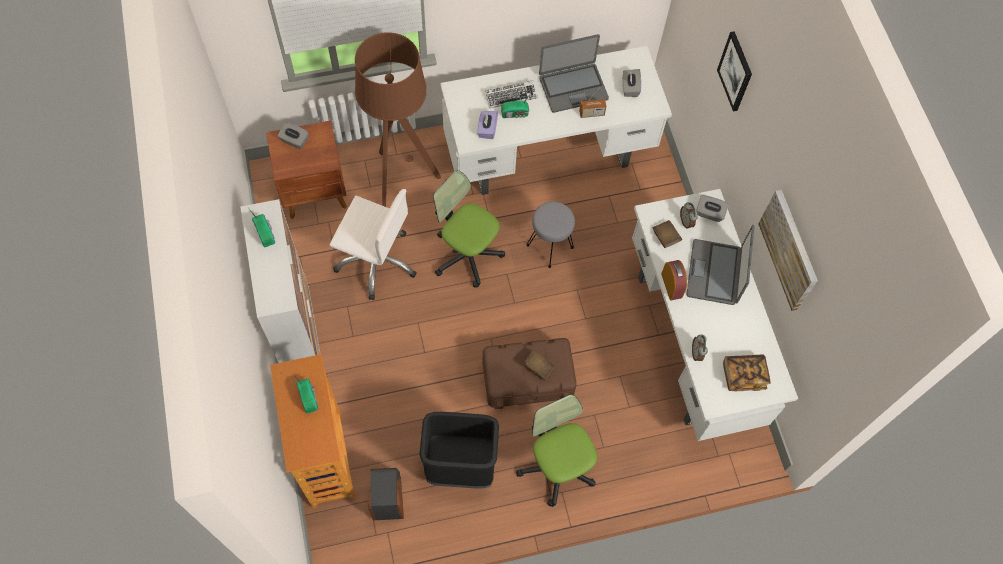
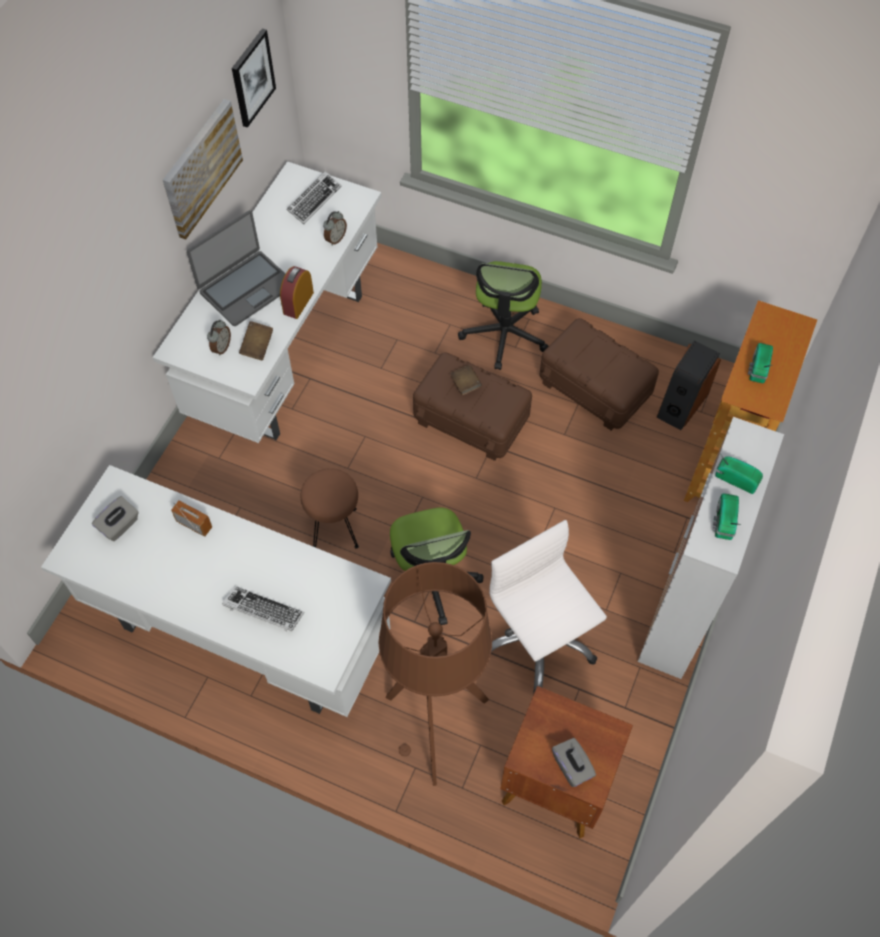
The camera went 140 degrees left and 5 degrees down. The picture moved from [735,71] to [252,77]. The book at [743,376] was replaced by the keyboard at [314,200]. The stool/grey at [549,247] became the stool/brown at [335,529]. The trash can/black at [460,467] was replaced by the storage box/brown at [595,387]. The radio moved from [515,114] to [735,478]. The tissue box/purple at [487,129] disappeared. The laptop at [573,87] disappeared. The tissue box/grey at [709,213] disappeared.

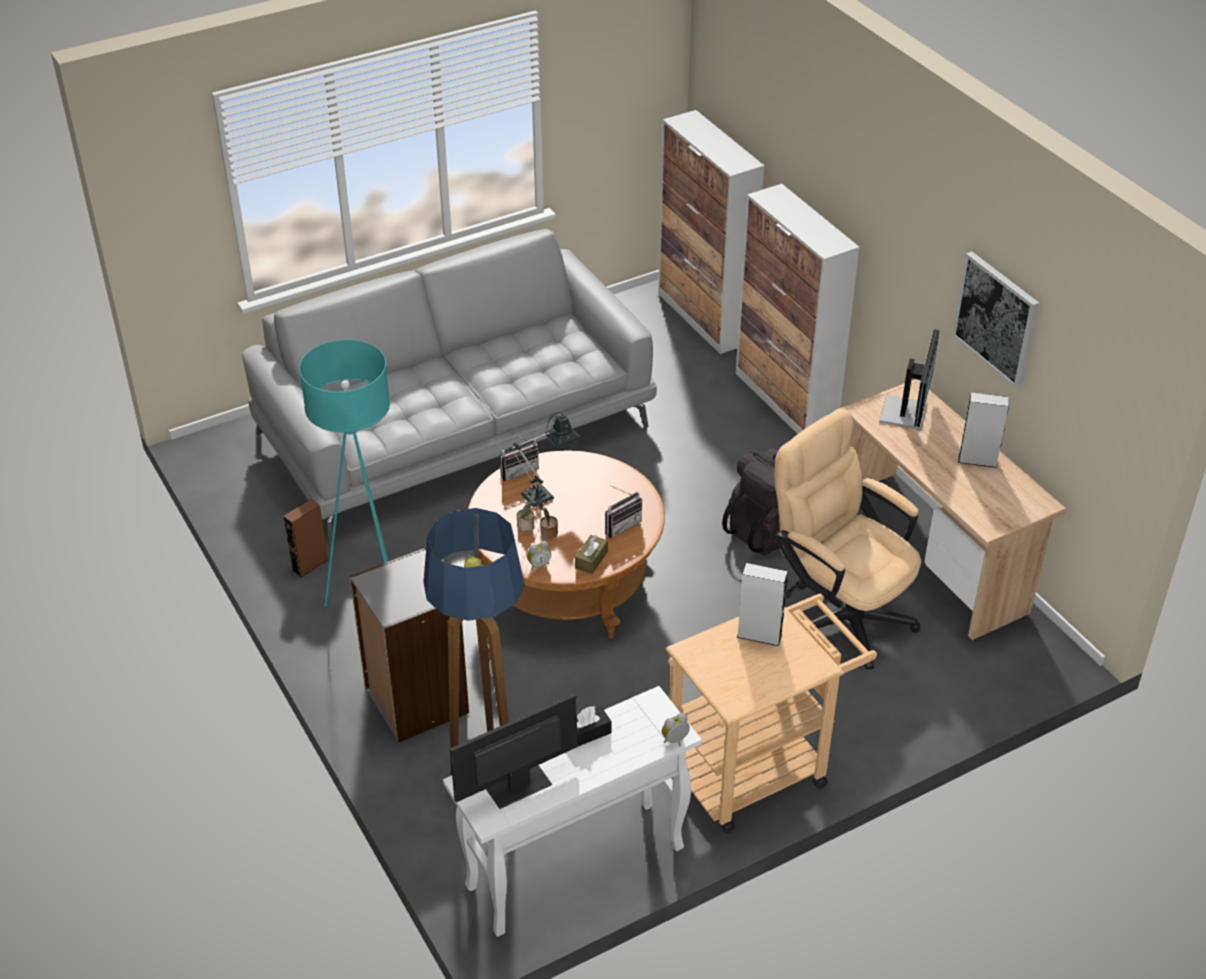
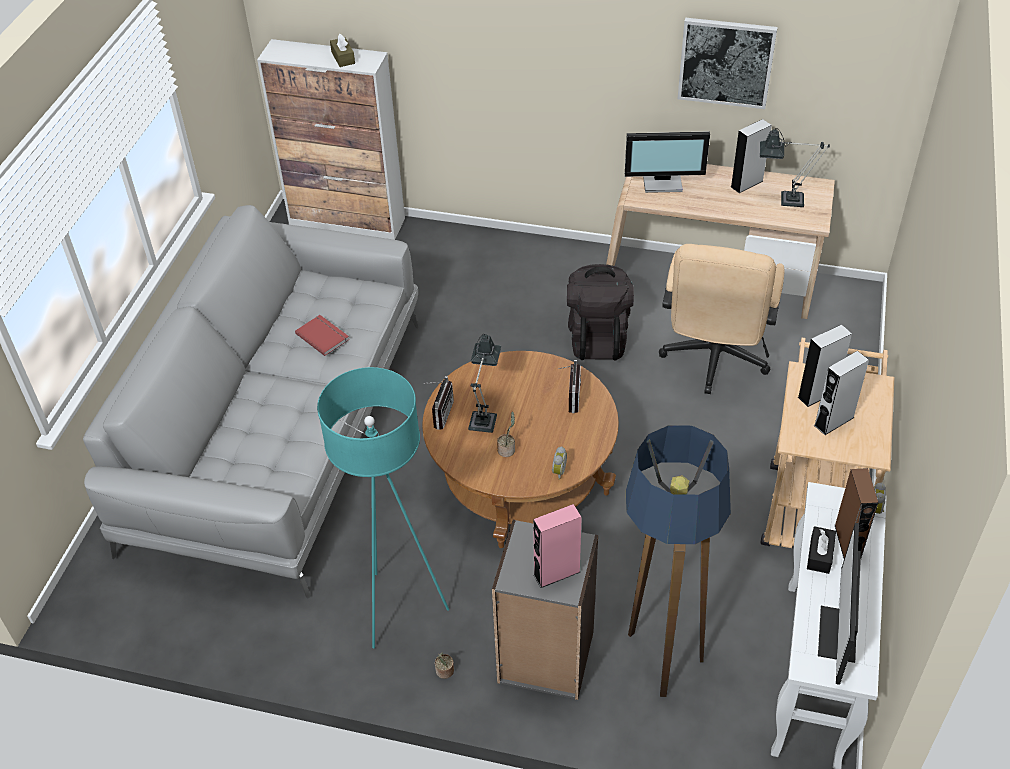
The camera went 45 degrees left and 5 degrees up. The book/red at [323,336] appeared. The tissue box/brown moved from [591,560] to [343,58]. The potted plant moved from [548,533] to [444,672]. The speaker/pink at [556,573] appeared. The monitor at [906,413] turned 120 degrees clockwise. The office chair/beige at [839,612] turned 75 degrees counterclockwise. The table lamp at [785,200] appeared. The speaker/grey at [834,421] appeared. The speaker/brown moved from [310,565] to [847,541]. The cabinet at [786,401] disappeared.

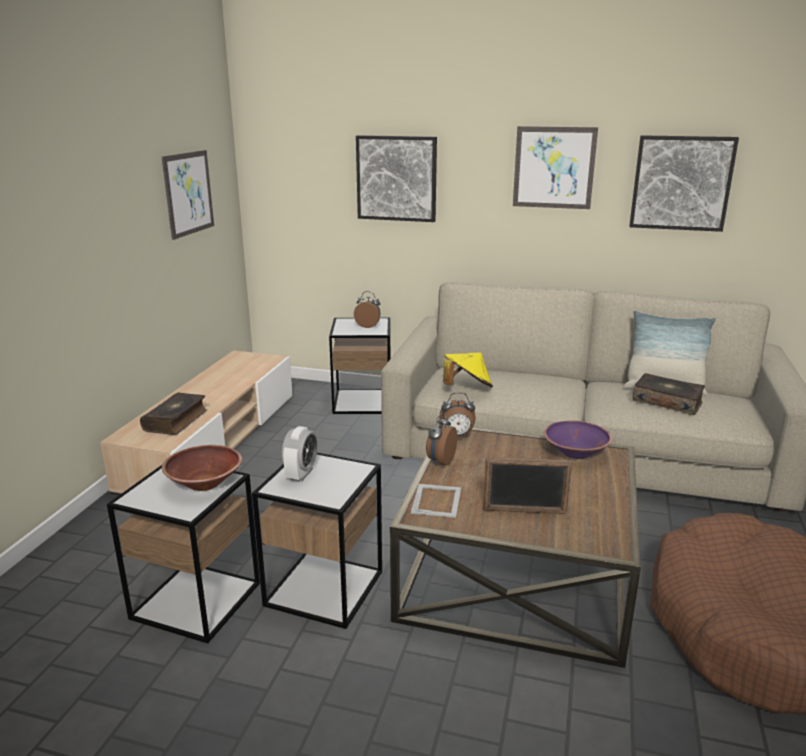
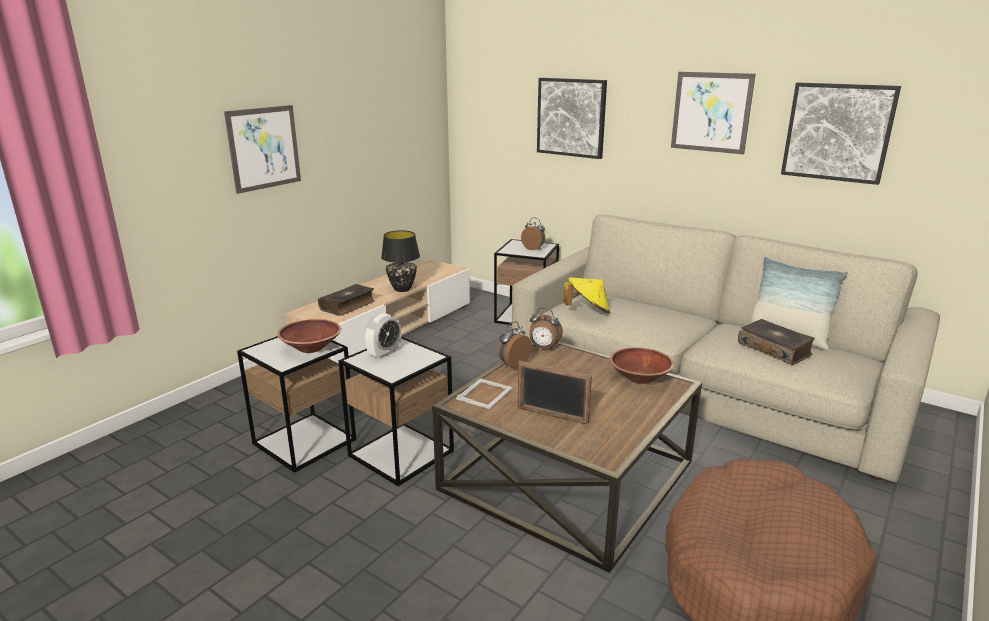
The camera went 20 degrees right and 0 degrees up. The picture moved from [188,193] to [264,148]. The table lamp/black at [402,289] appeared. The bowl/purple at [576,453] became the bowl/brown at [640,378].

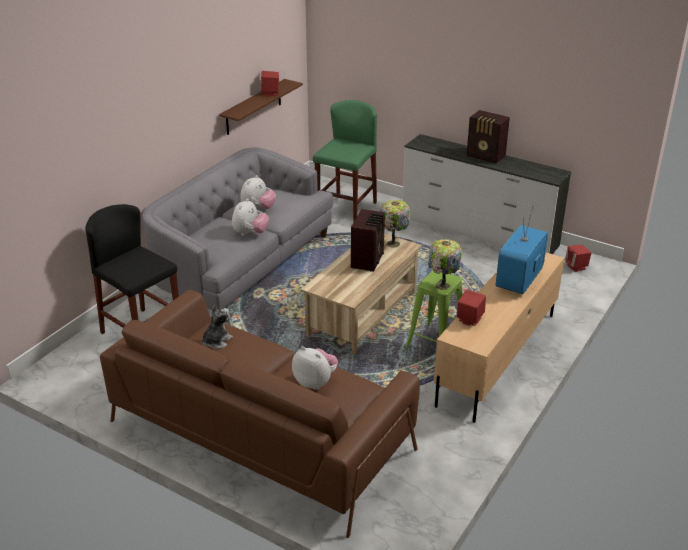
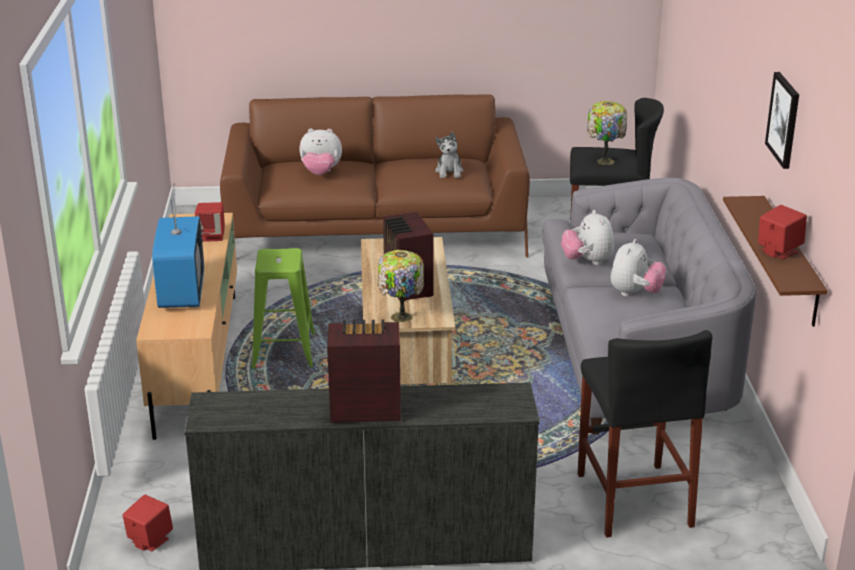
The camera went 145 degrees right and 5 degrees down. The stool/green at [346,209] became the stool/black at [633,499]. The table lamp moved from [442,286] to [604,160]. The plush toy at [258,209] turned 150 degrees counterclockwise. The picture at [784,119] appeared.

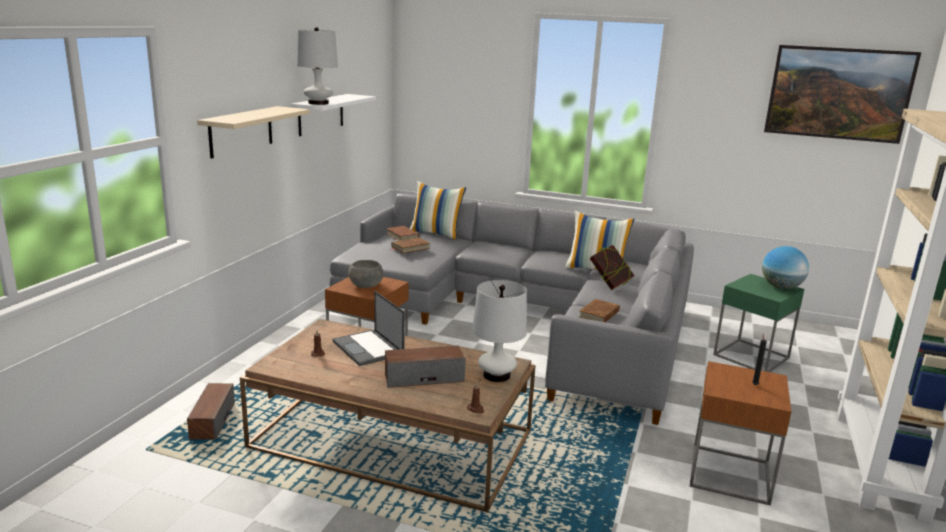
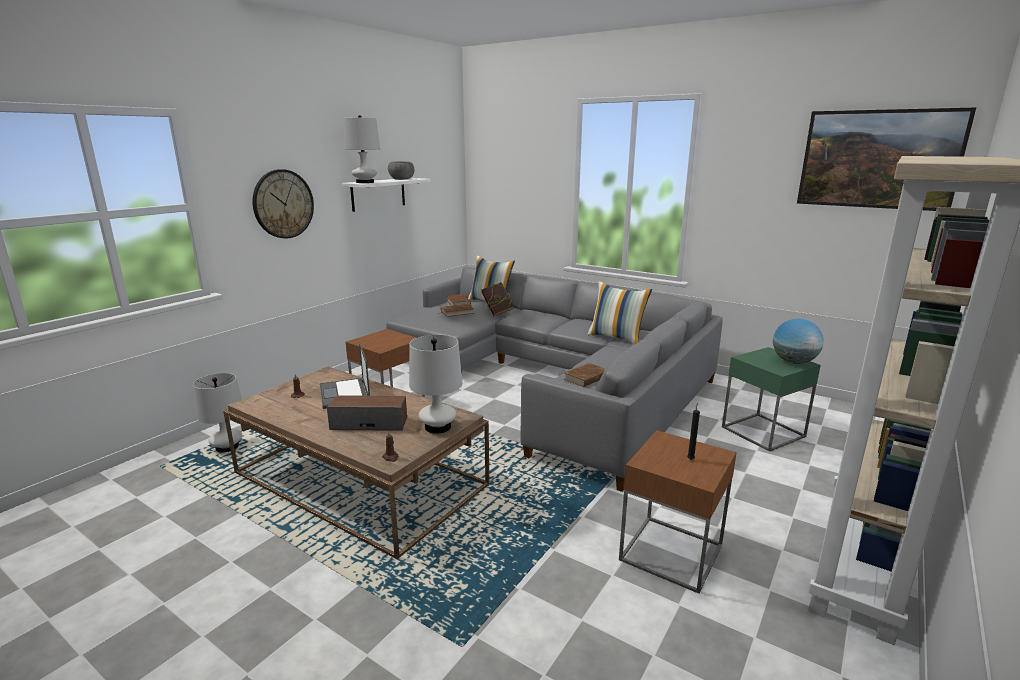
The camera went 15 degrees right and 0 degrees up. The speaker at [212,421] was replaced by the table lamp/white at [227,447]. The shelf/beige at [241,131] was replaced by the wall clock at [283,204]. The bowl/grey moved from [366,285] to [401,179]. The book moved from [610,285] to [497,313].

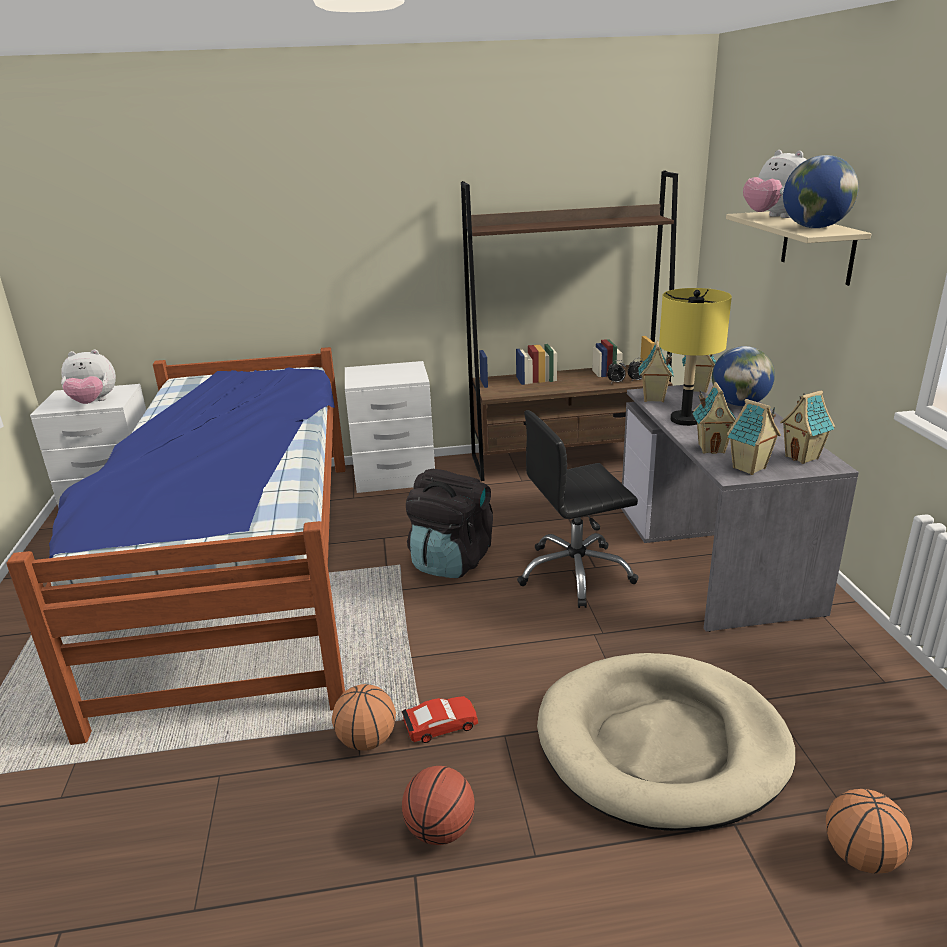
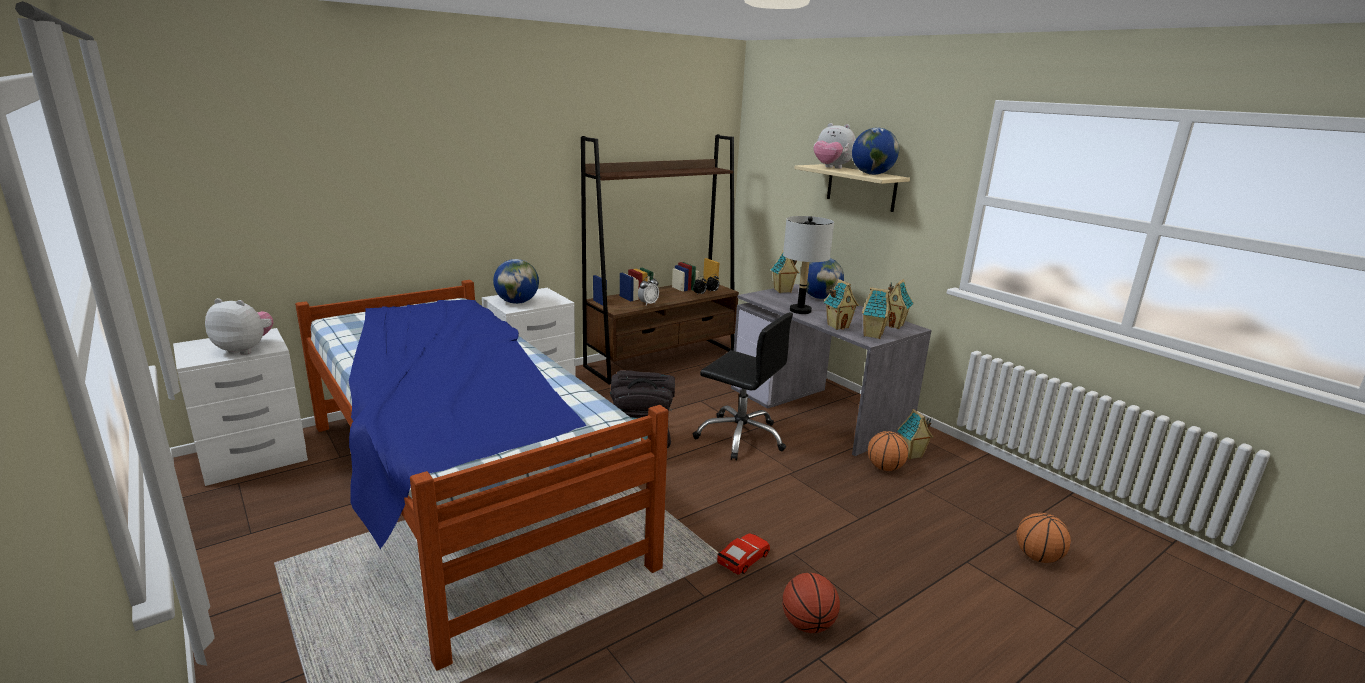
The camera went 30 degrees left and 5 degrees down. The plush toy at [93,402] turned 135 degrees counterclockwise. The globe at [517,302] appeared. The alarm clock at [648,303] appeared. The office chair/black at [575,573] turned 105 degrees counterclockwise. The table lamp/yellow at [685,420] became the table lamp/grey at [800,310]. The basketball moved from [367,740] to [884,468]. The toy house moved from [653,399] to [911,455]. The dog bed/beige at [661,744] disappeared.

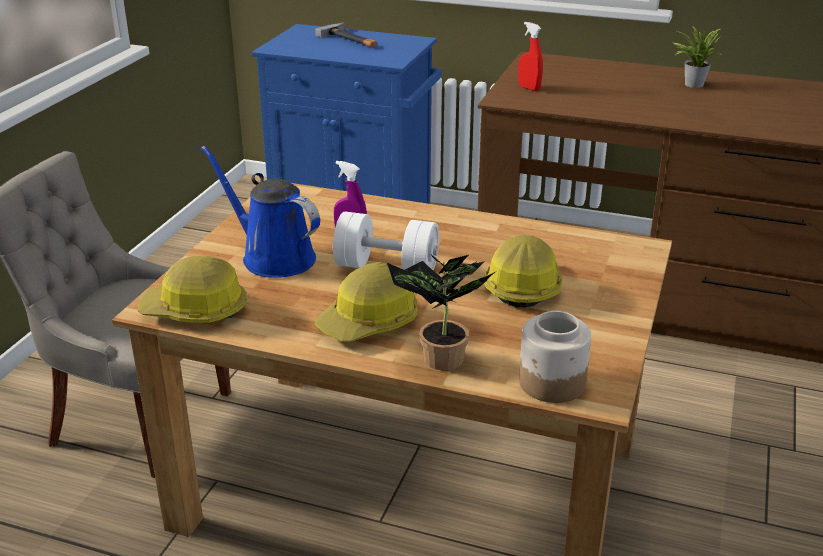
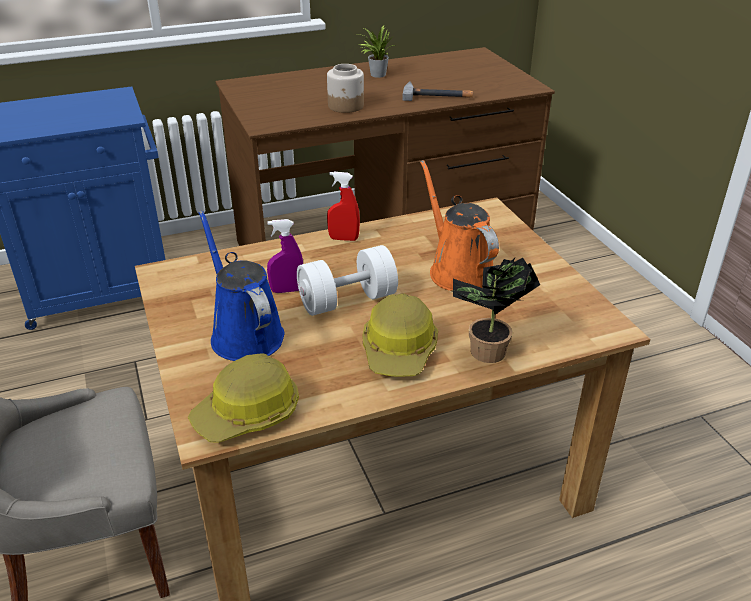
The camera went 40 degrees left and 5 degrees up. The watering can/blue at [273,257] turned 60 degrees clockwise. The jar moved from [552,383] to [346,106]. The spray bottle/red moved from [529,88] to [343,239]. The hammer moved from [351,39] to [437,95]. The hard hat at [522,285] was replaced by the watering can/orange at [457,271].

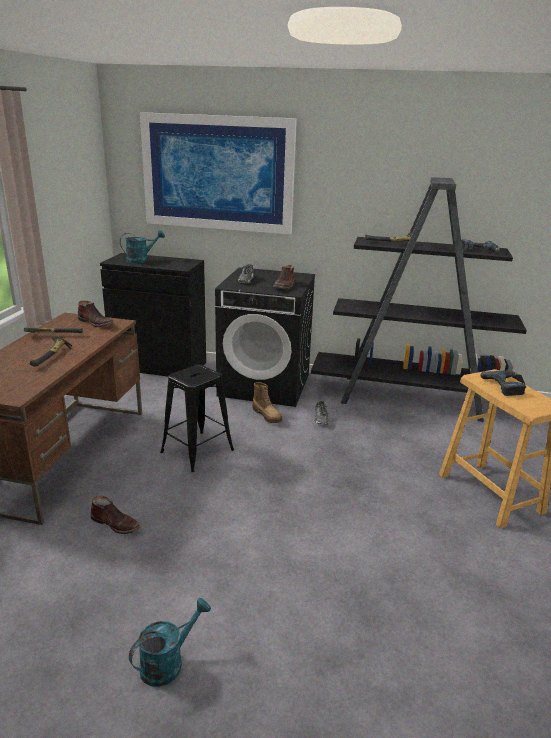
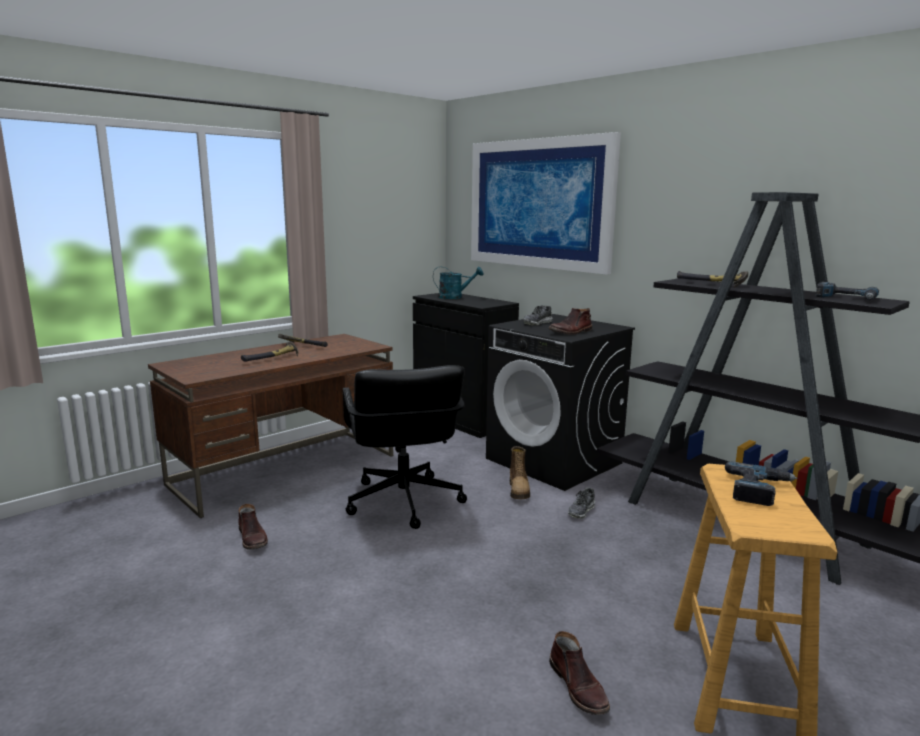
The camera went 35 degrees right and 10 degrees down. The stool/black at [197,451] was replaced by the office chair/black at [403,502]. The boot/brown moved from [96,323] to [579,687]. The watering can/turquoise at [168,662] disappeared.

